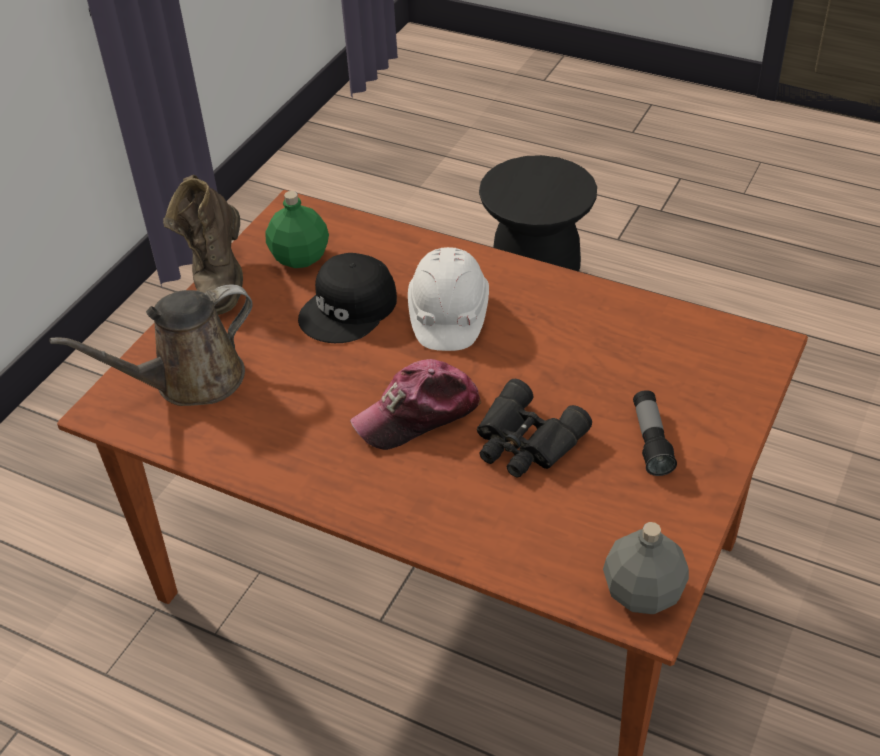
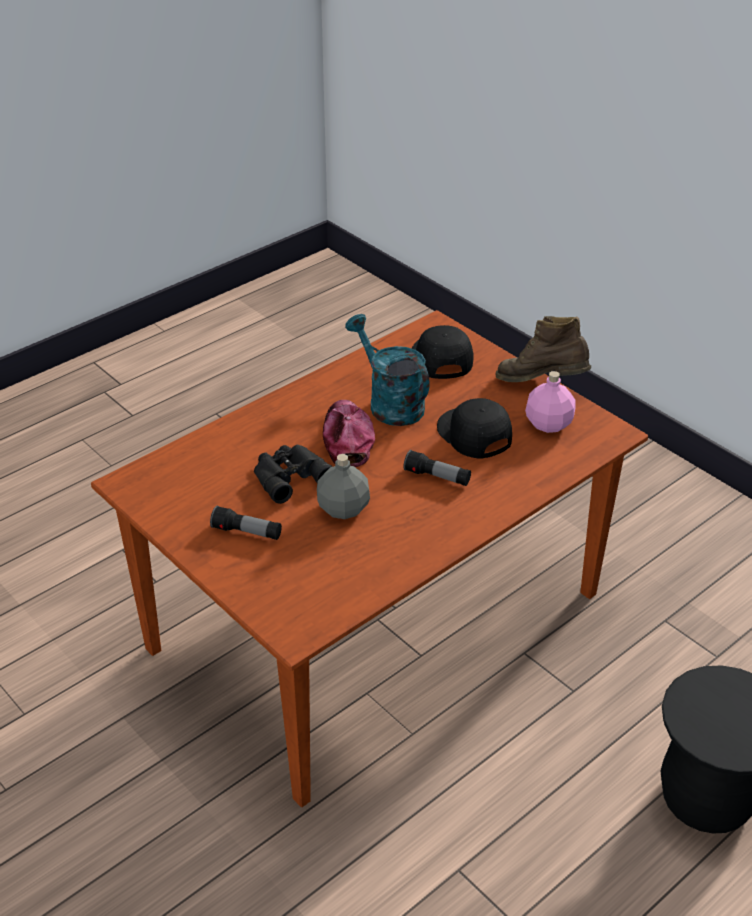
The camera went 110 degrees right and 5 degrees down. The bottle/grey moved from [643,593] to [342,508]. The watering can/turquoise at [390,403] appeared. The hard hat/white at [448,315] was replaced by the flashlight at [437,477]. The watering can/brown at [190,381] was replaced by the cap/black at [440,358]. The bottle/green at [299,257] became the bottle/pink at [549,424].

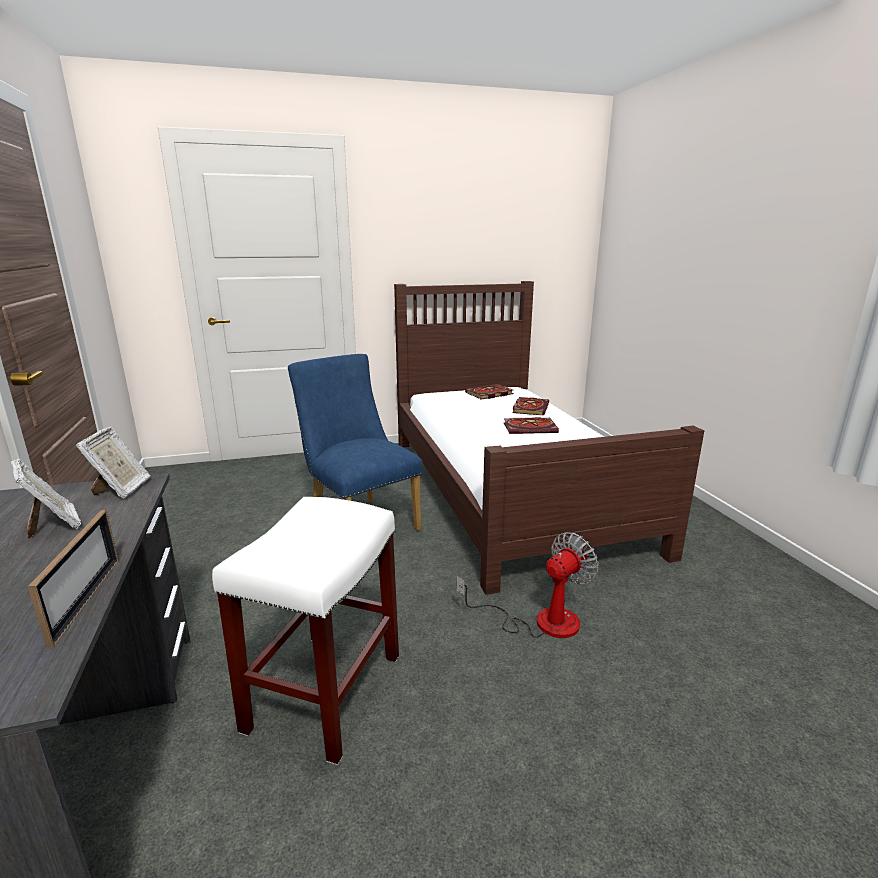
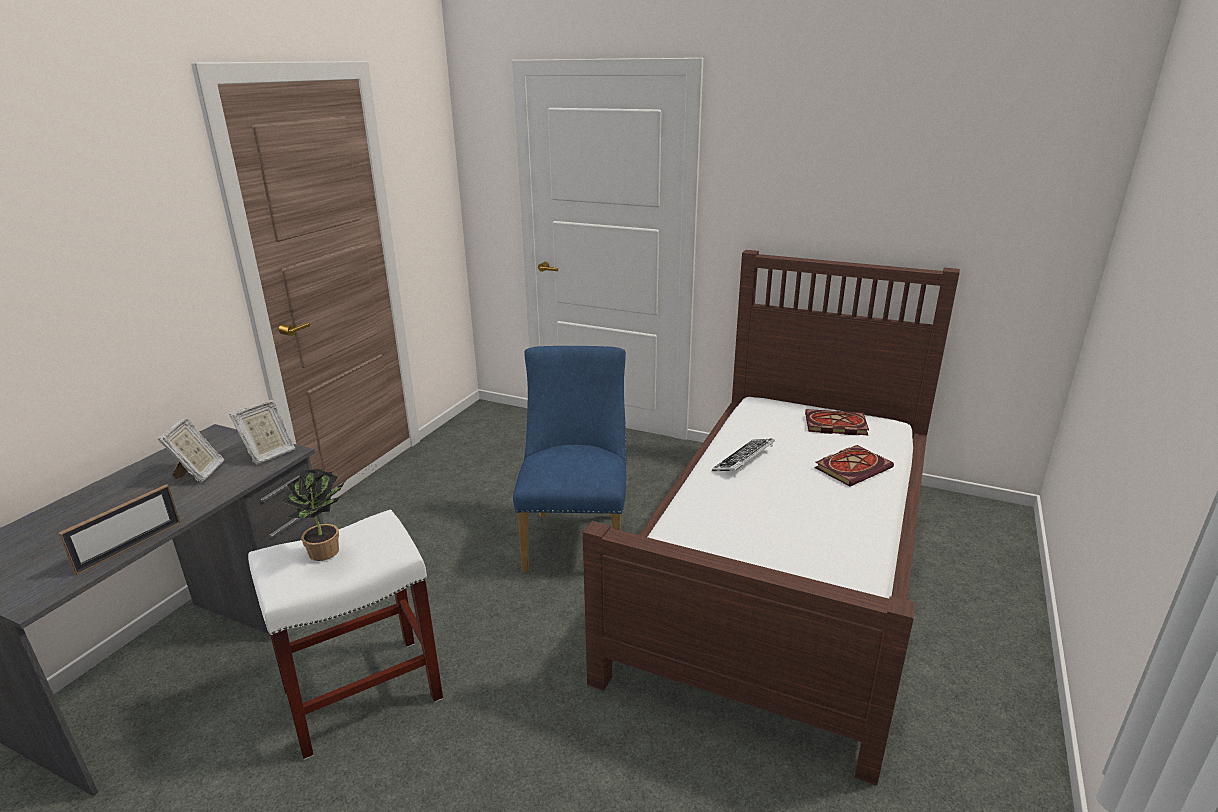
The camera went 40 degrees right and 5 degrees up. The potted plant at [328,552] appeared. The keyboard at [744,460] appeared. The fan at [540,621] disappeared. The book at [531,428] disappeared.

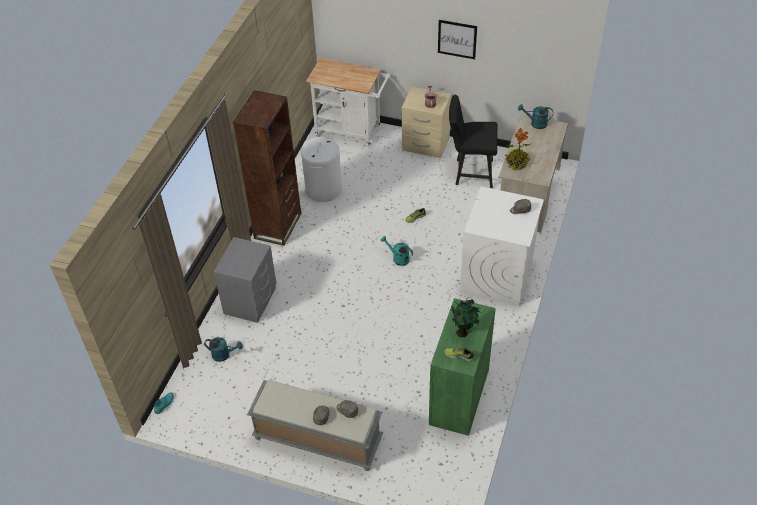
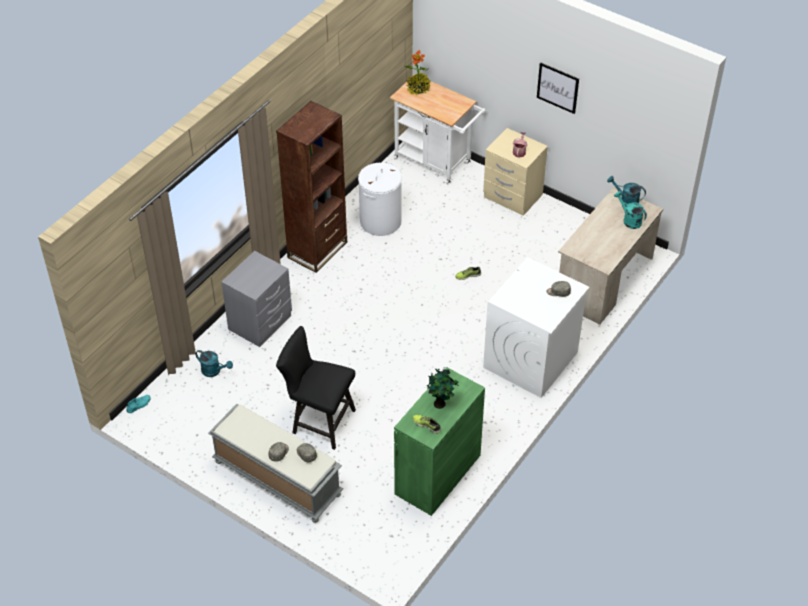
The camera went 15 degrees right and 0 degrees up. The chair/black moved from [470,173] to [319,421]. The potted plant moved from [517,163] to [418,88]. The watering can/turquoise moved from [398,258] to [629,220].

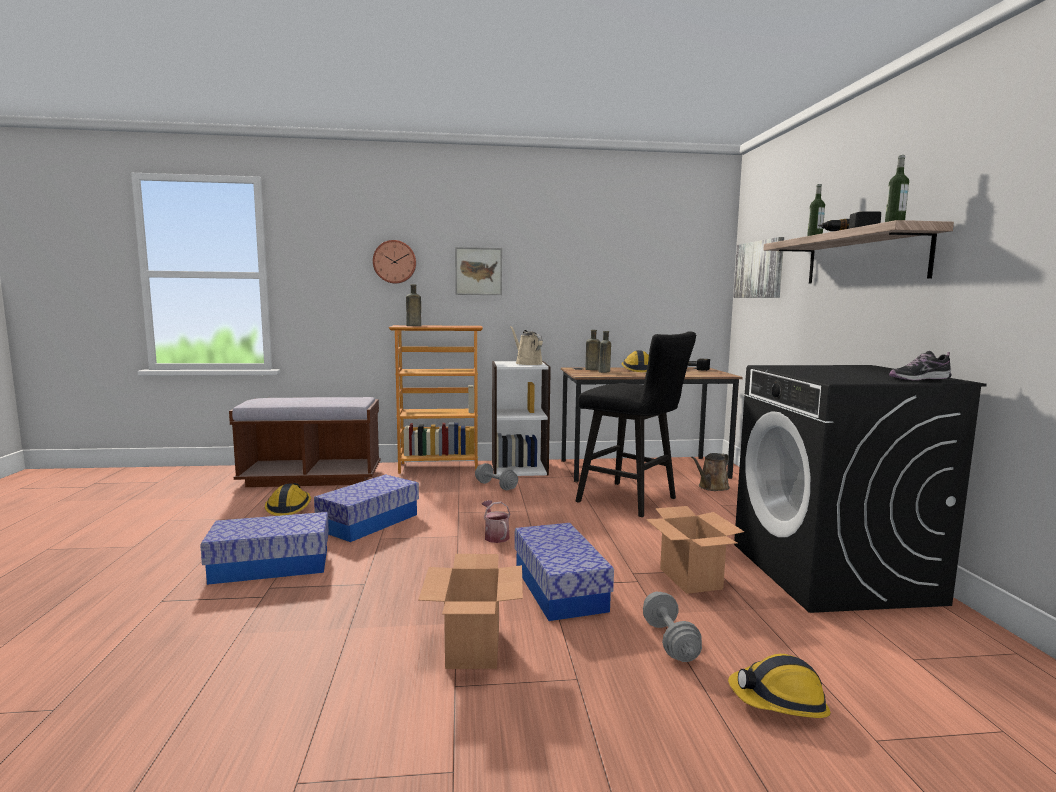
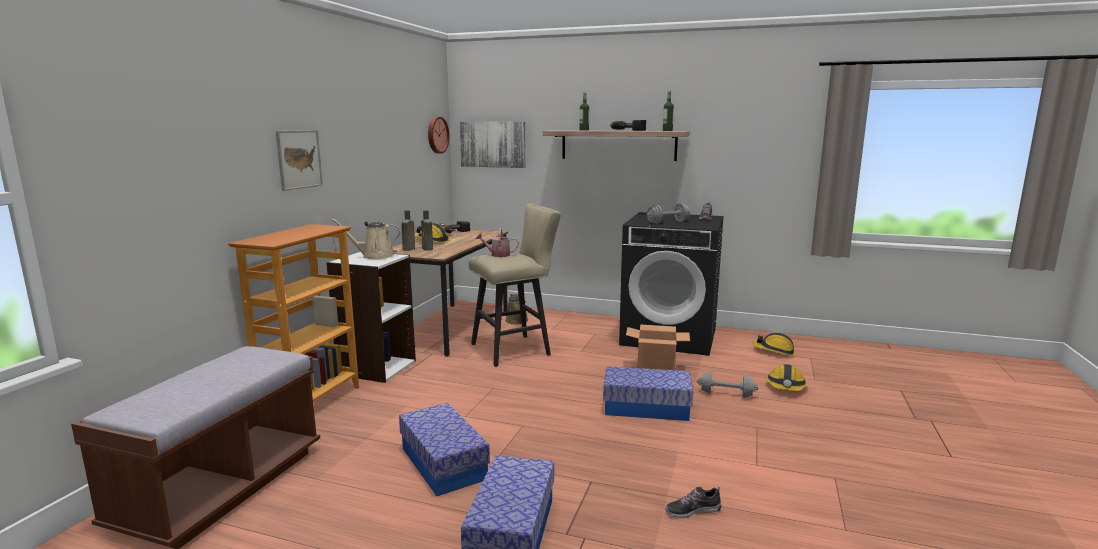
The camera went 65 degrees left and 5 degrees up. The wall clock moved from [394,262] to [437,135]. The stool/black at [633,501] became the stool/beige at [516,349]. The watering can moved from [495,536] to [497,255]. The dumbbell/grey moved from [496,486] to [668,222]. The shoe at [692,511] appeared. The hard hat moved from [289,507] to [774,351]. The bottle/brown at [412,326] disappeared. The cardboard box at [473,648] disappeared.

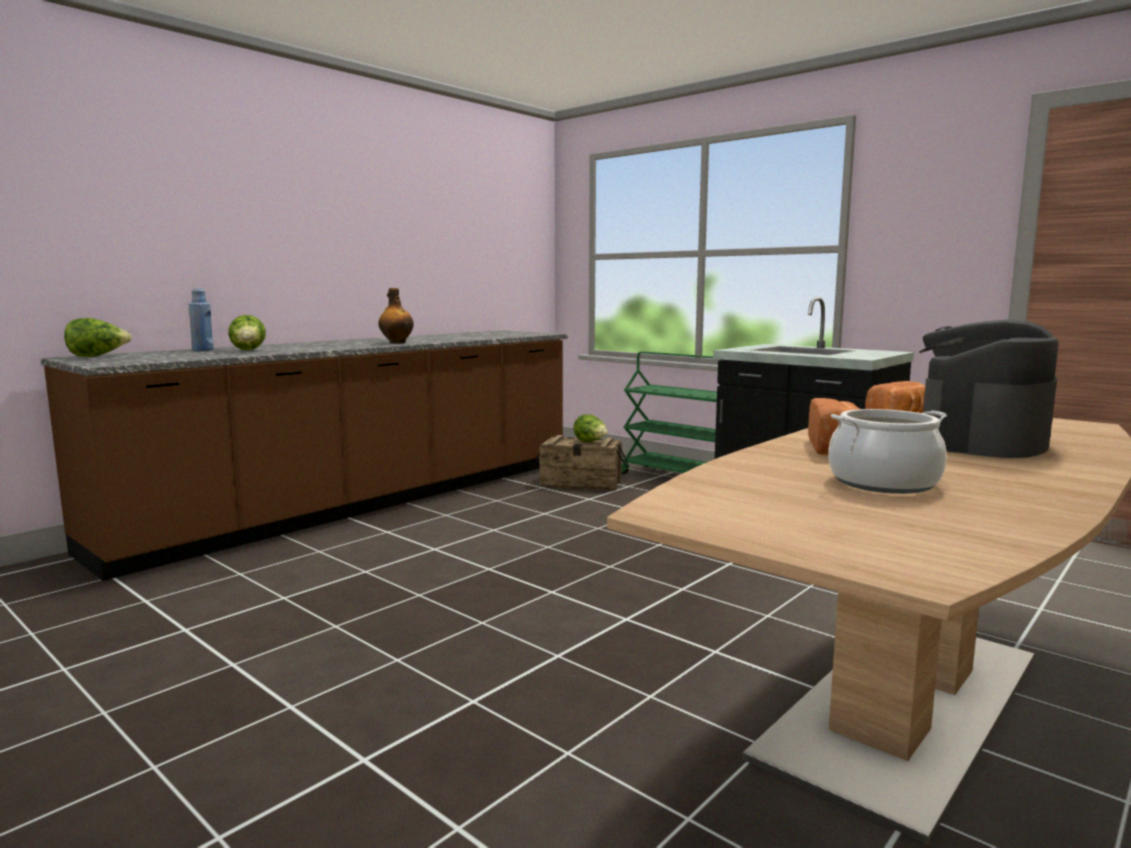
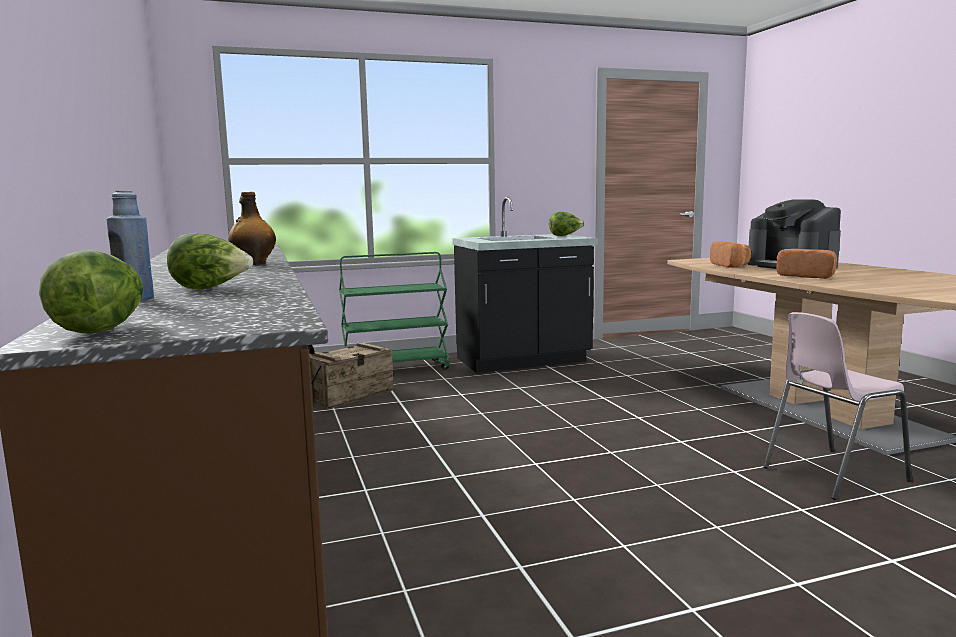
The camera went 60 degrees left and 0 degrees up. The lettuce moved from [591,442] to [565,236]. The chair/pink at [832,474] appeared. The cooking pot at [884,483] disappeared.

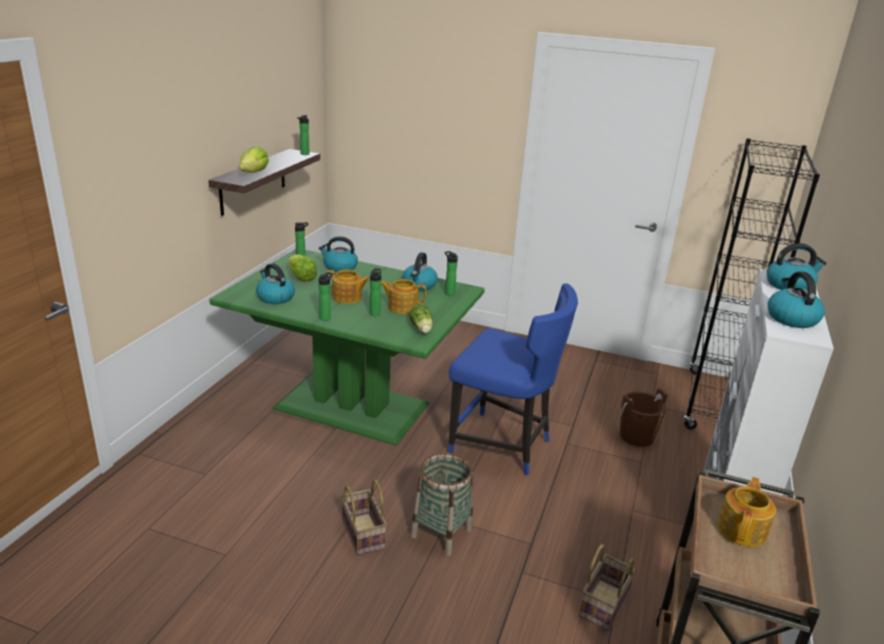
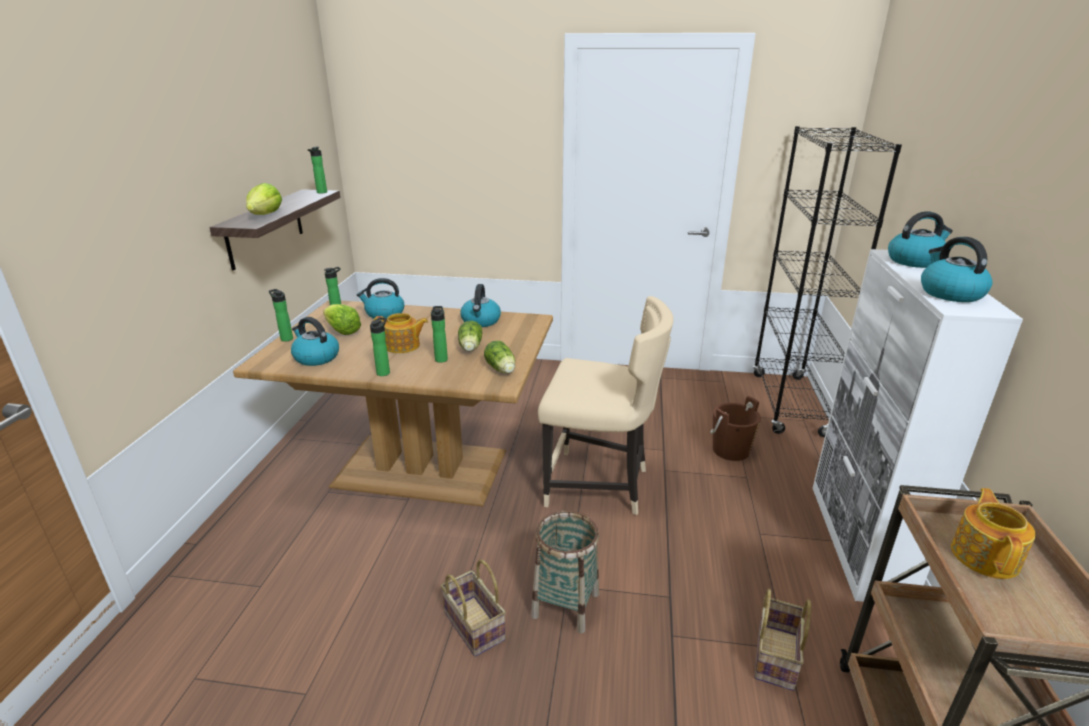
The camera went 10 degrees left and 0 degrees up. The dining table/green at [352,405] became the dining table/brown at [421,467]. The bottle moved from [449,293] to [286,338]. The teapot at [402,307] was replaced by the lettuce at [470,348]. The chair/blue at [502,446] became the chair/beige at [599,485].

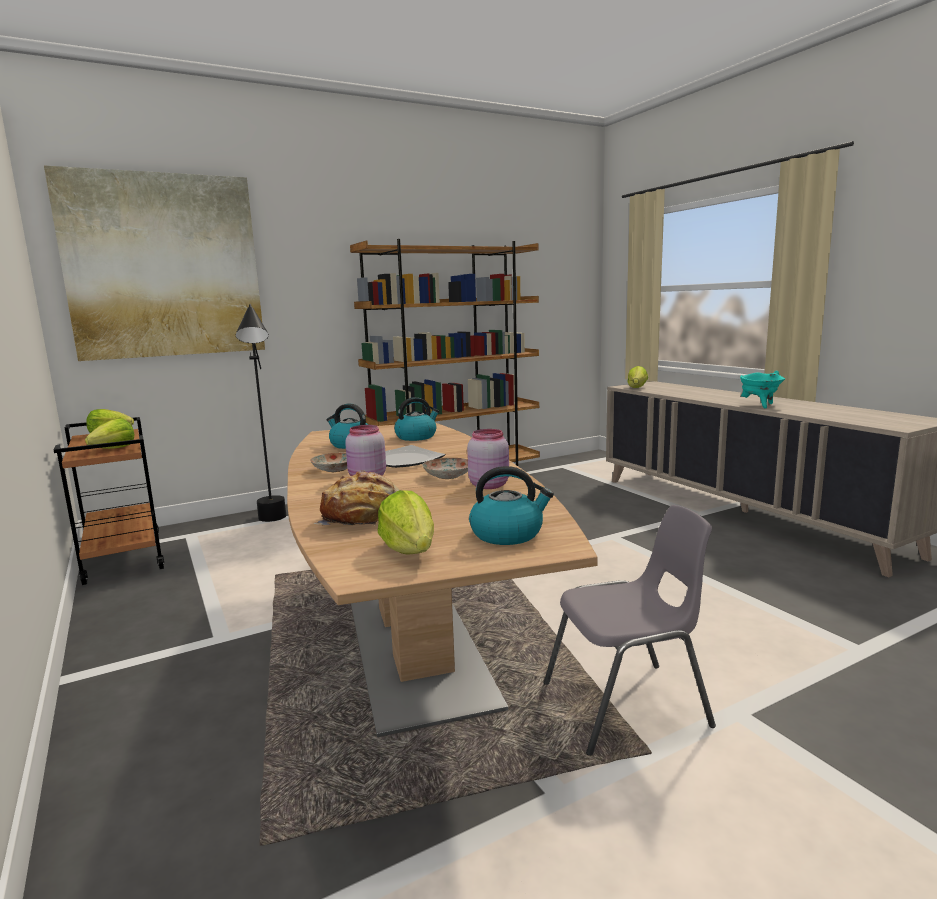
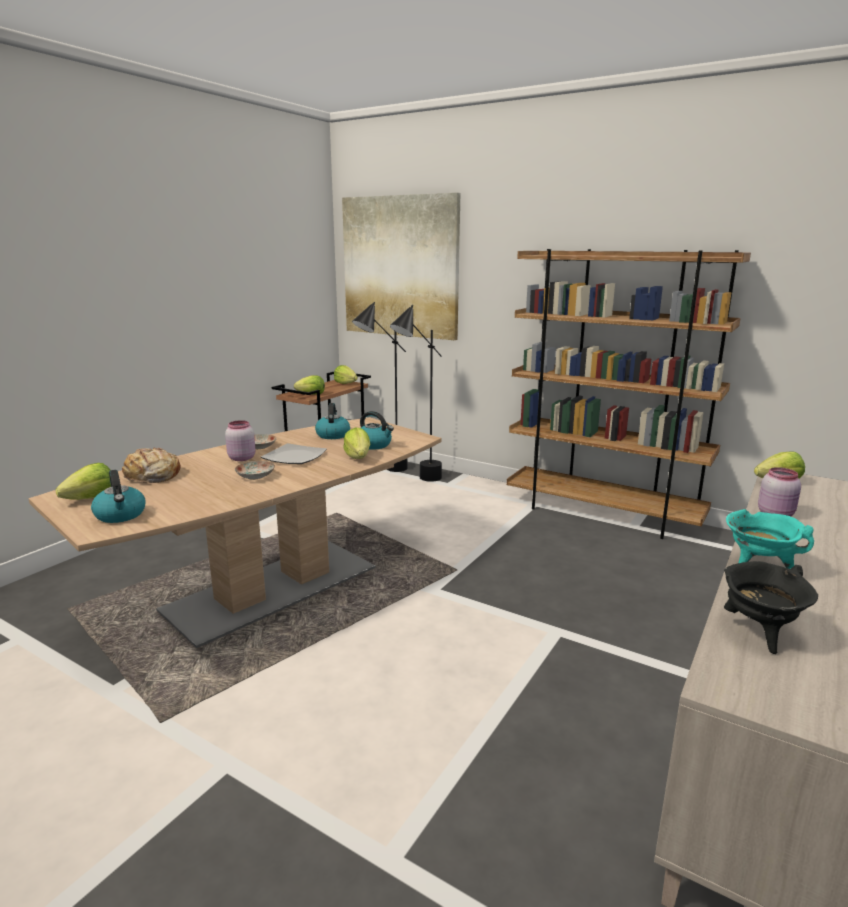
The camera went 60 degrees right and 5 degrees up. The lettuce at [358,457] appeared. The floor lamp/black at [383,472] appeared. The cooking pot/black at [759,633] appeared. The jar/pink moved from [489,485] to [776,514]. The chair/grey at [628,706] disappeared.

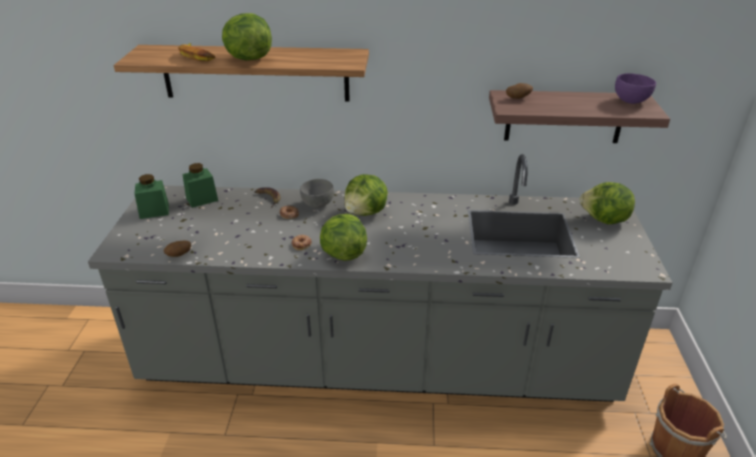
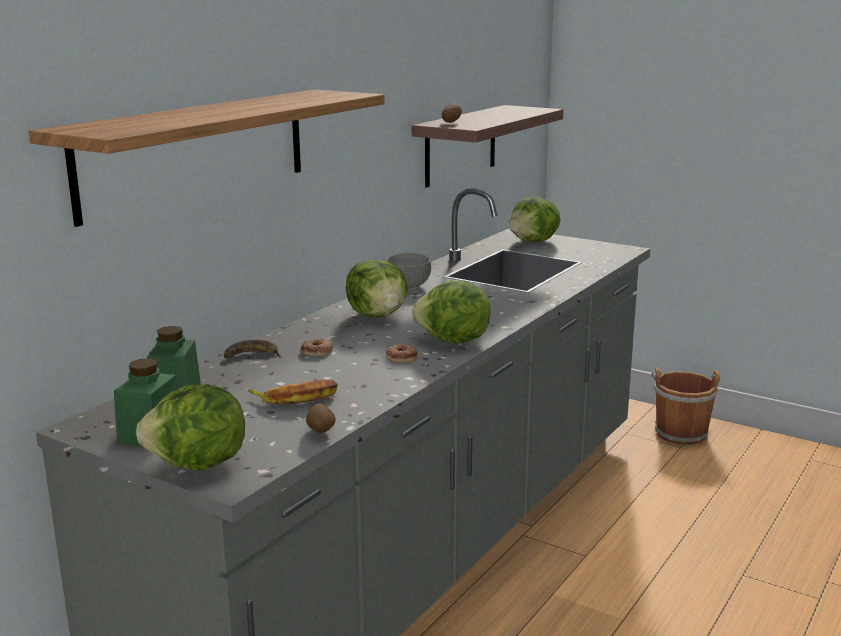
The camera went 60 degrees left and 15 degrees down. The lettuce moved from [248,59] to [198,466]. The banana moved from [197,56] to [296,398]. The bowl/grey moved from [318,204] to [409,286]. The bowl/purple at [630,101] disappeared.

